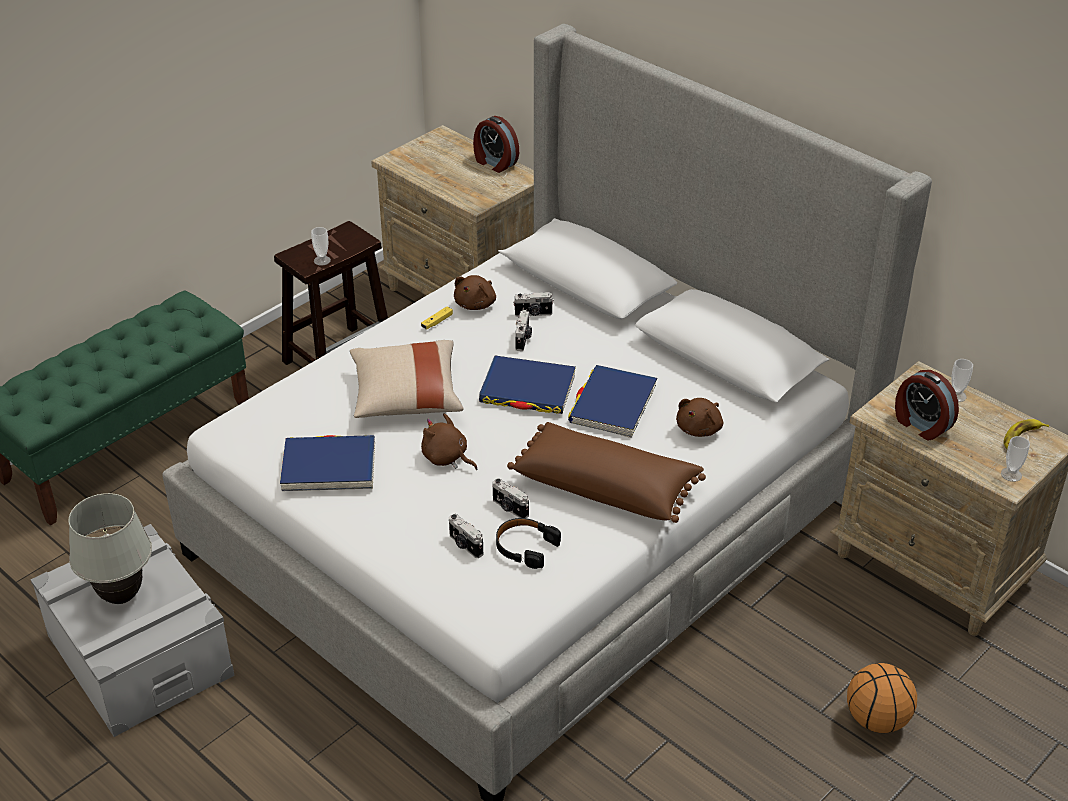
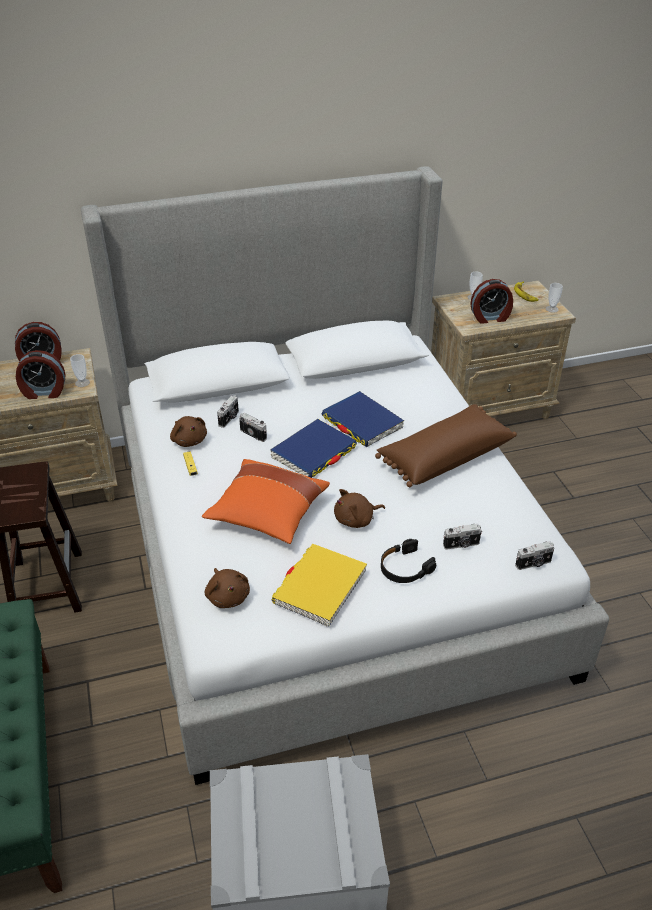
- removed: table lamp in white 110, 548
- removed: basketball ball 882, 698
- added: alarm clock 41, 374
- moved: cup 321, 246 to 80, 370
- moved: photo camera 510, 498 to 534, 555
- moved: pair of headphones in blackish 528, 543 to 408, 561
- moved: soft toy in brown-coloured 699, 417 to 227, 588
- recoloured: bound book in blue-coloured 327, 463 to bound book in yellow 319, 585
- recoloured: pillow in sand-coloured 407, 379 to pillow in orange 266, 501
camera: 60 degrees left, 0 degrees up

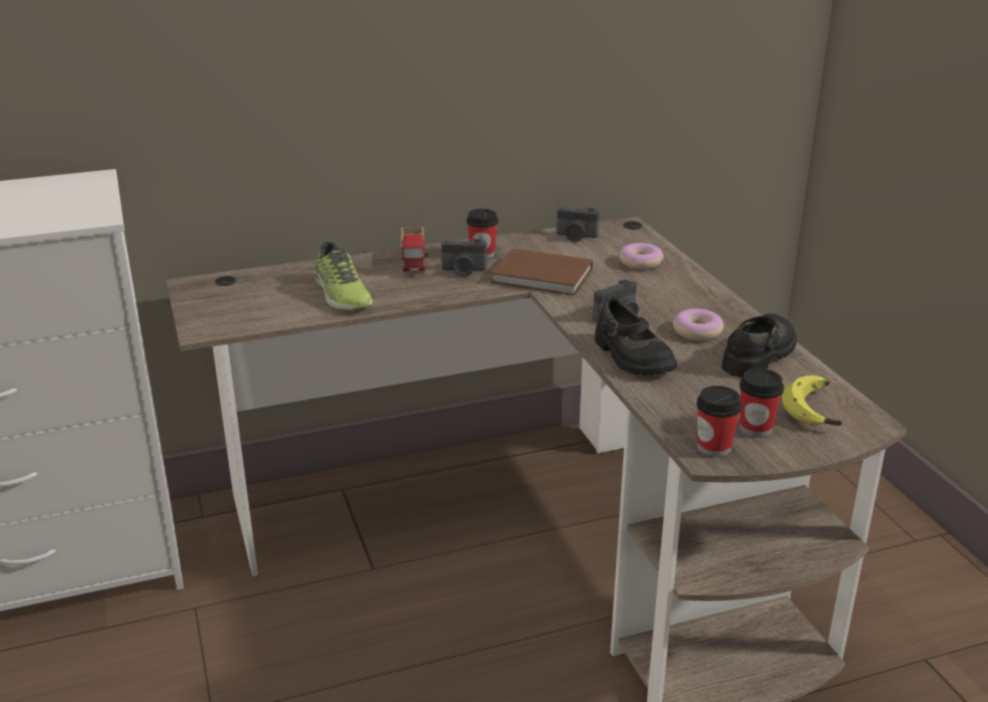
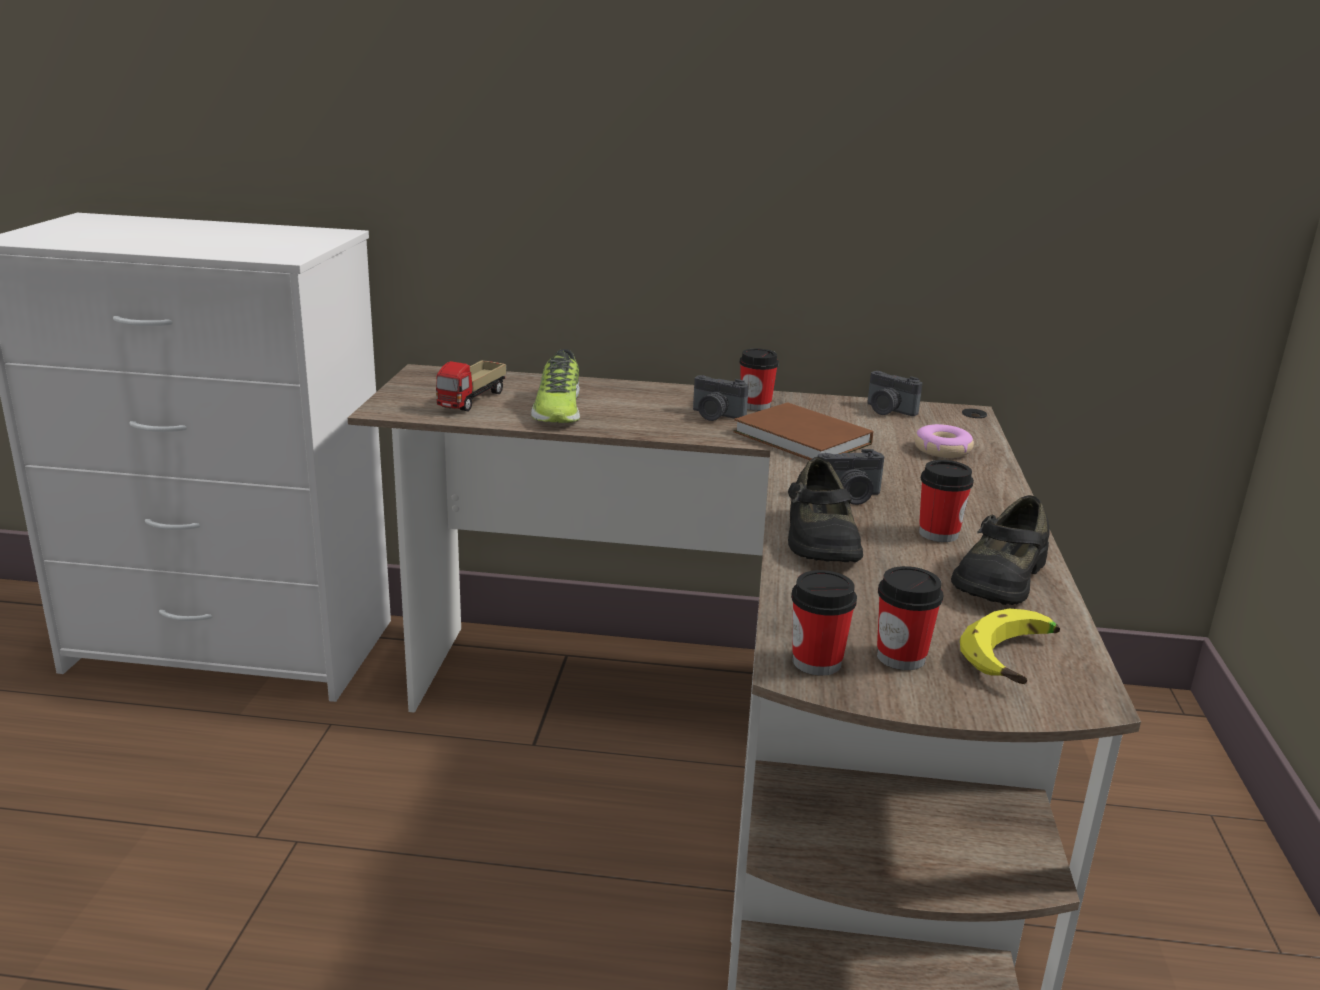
- moved: toy lorry 414, 249 to 471, 386
- replaced: ring doughnut 698, 325 to cup 946, 501
- turned: shoe in blackish 759, 346 = 1000, 550 150 degrees clockwise
camera: 25 degrees right, 5 degrees down

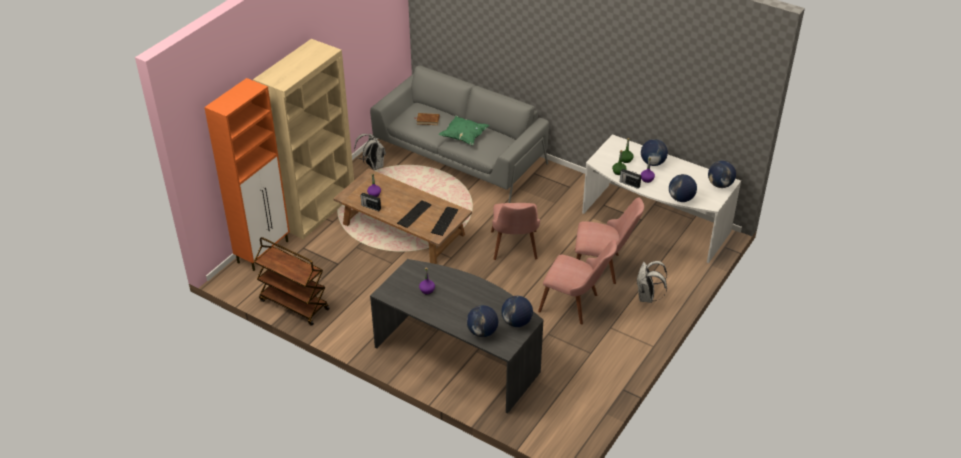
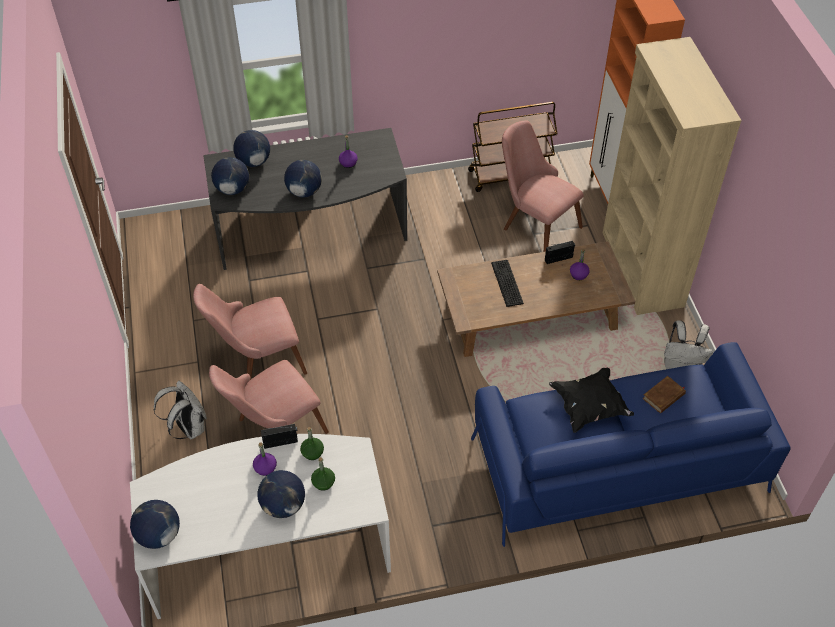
- removed: keyboard 444, 221
- moved: chair in pink 515, 231 to 543, 186
- moved: desk globe 683, 188 to 303, 178
- recoloured: sofa in gray 459, 134 to sofa in blue-coloured 631, 444
- recoloured: pillow in green-coloured 464, 131 to pillow in blackish 591, 400
camera: 135 degrees right, 10 degrees up

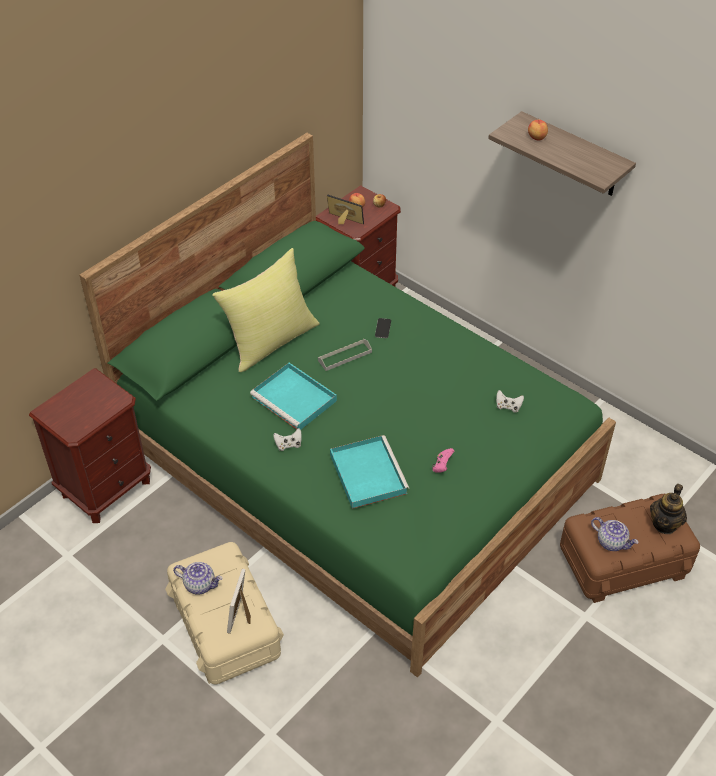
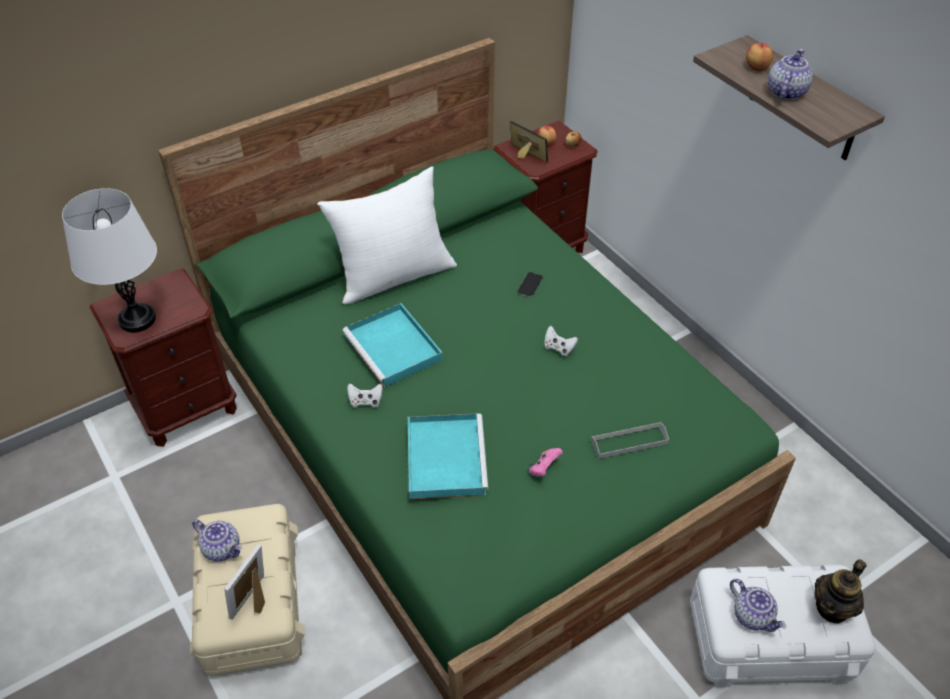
- added: table lamp in white 109, 260
- added: tea pot 790, 74
- moved: serving tray in gray 345, 355 to 630, 440
- moved: game controller in white 510, 401 to 561, 341
- recoloured: pillow in yellow 266, 310 to pillow in white 387, 235
- recoloured: storage container in brown-coloured 630, 548 to storage container in white 783, 626
camera: 15 degrees right, 0 degrees up

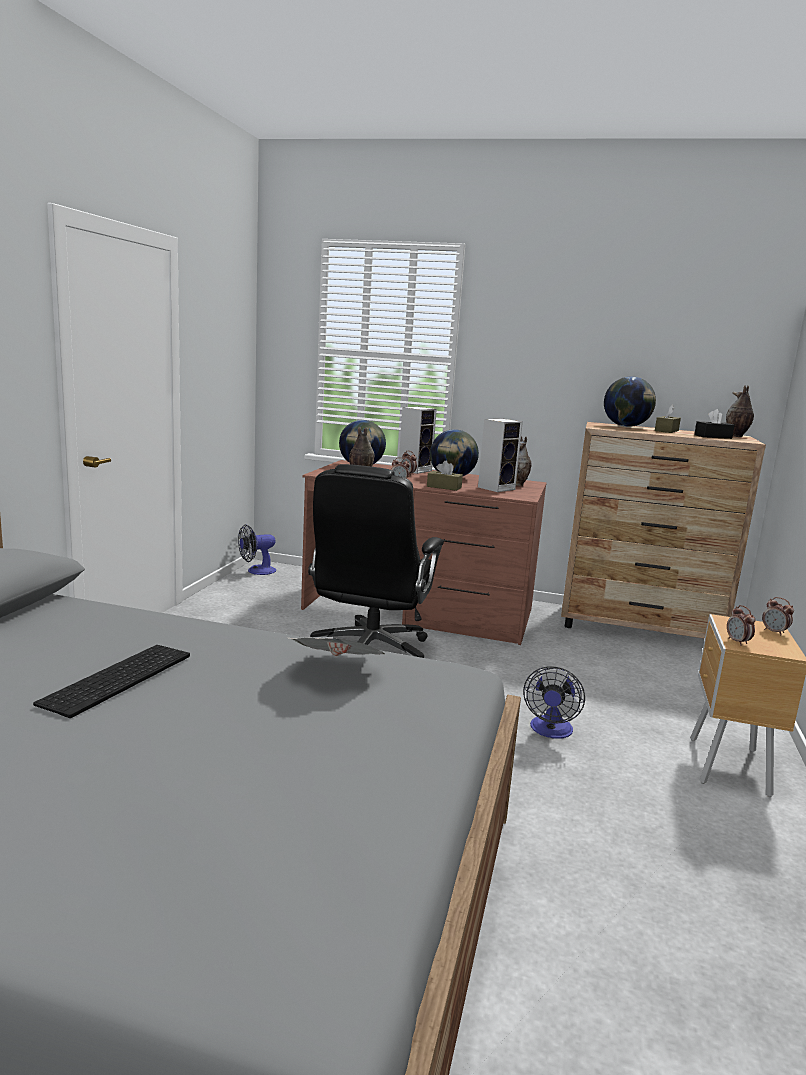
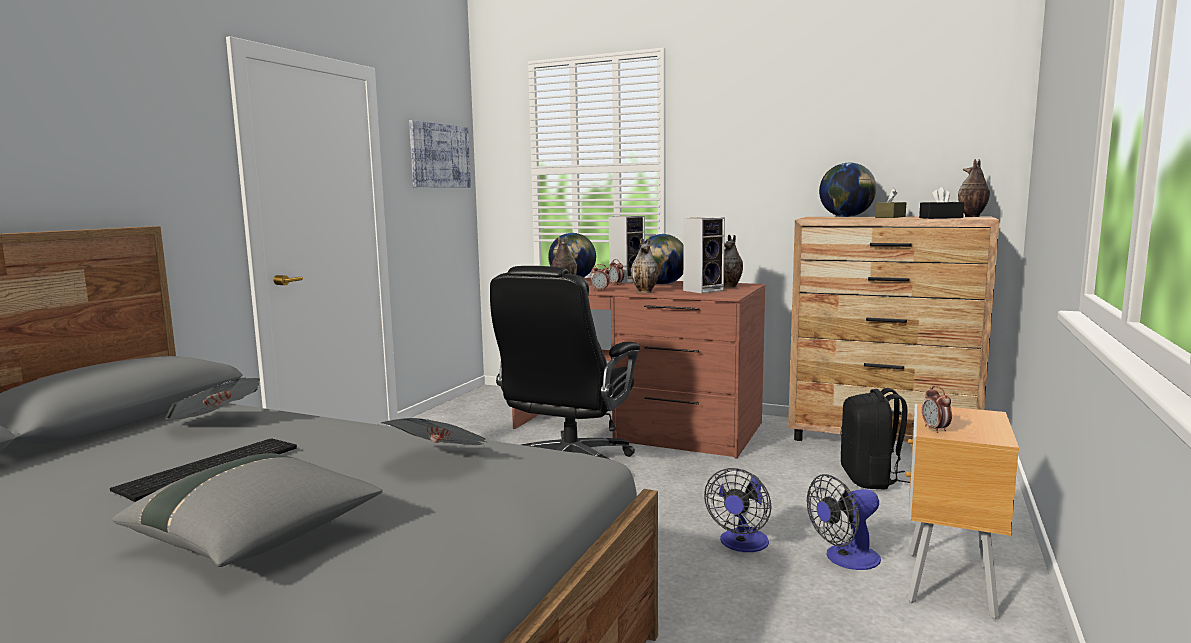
- removed: alarm clock 778, 616
- added: pillow in gray 247, 510
- added: newspaper 213, 399
- added: wall picture 440, 153
- added: backpack in blackish 875, 439
- moved: fan 257, 549 to 844, 522
- replaced: tissue holder in brown-coloured 445, 476 to decorative vase 645, 265
camera: 10 degrees right, 5 degrees down

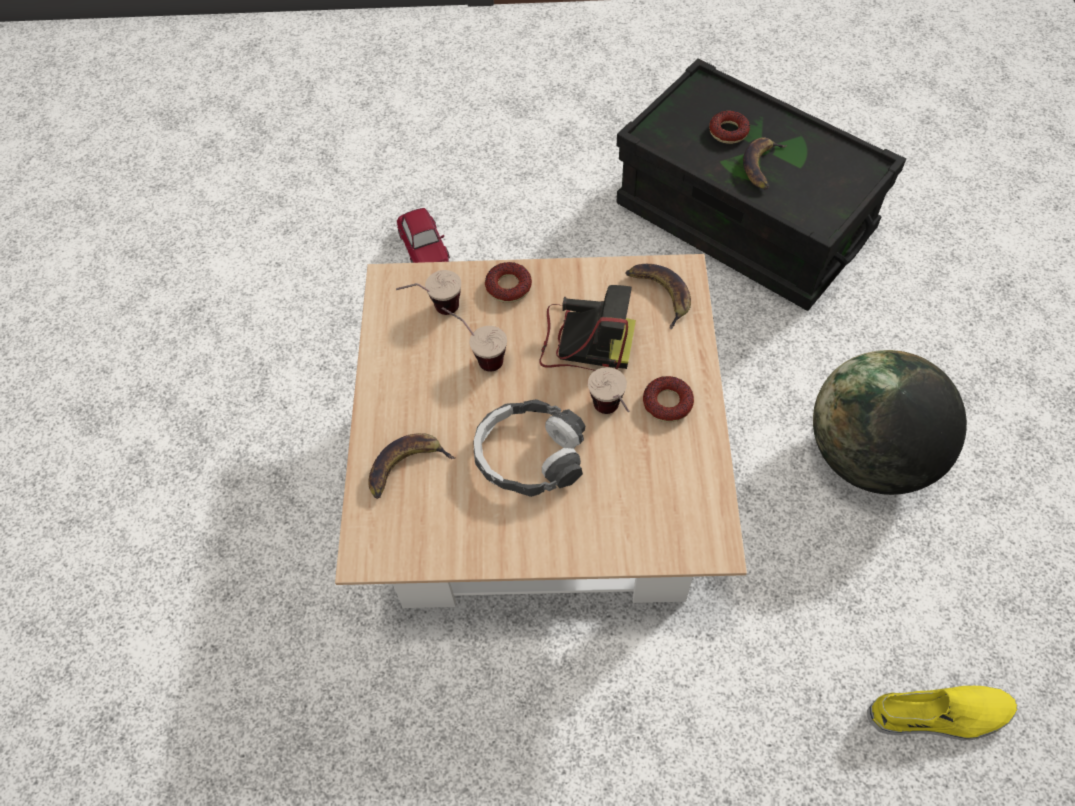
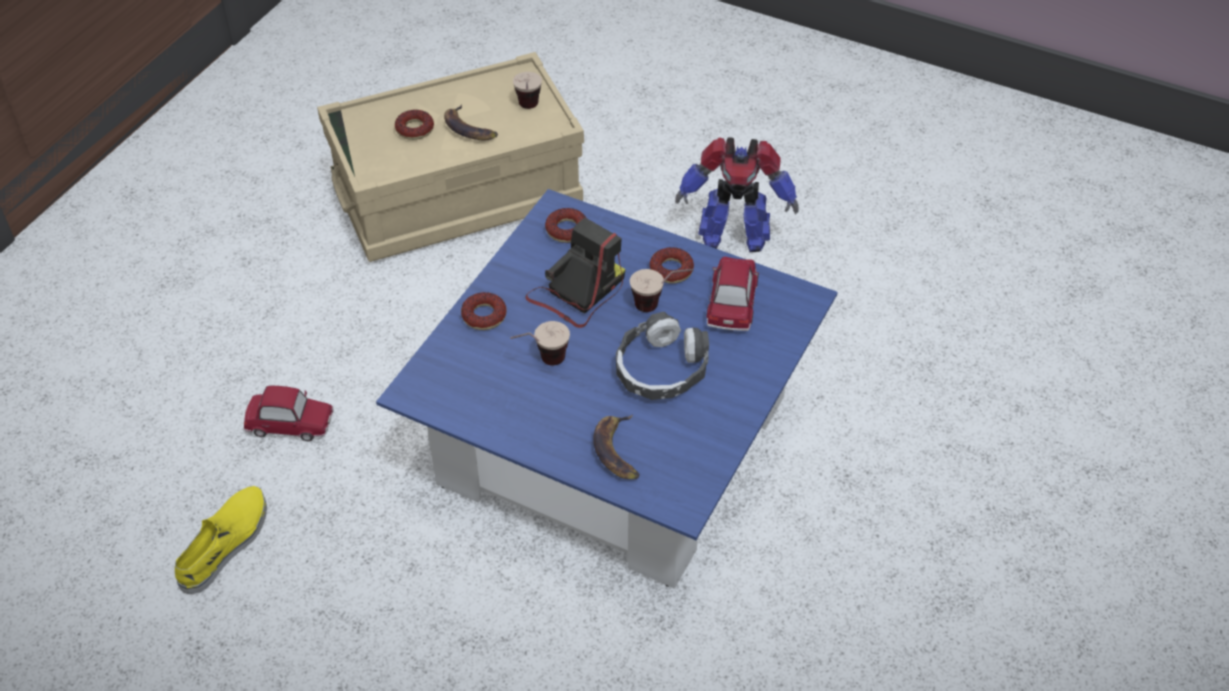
- added: miniature car 732, 294
- moved: cup 428, 292 to 527, 90
- moved: shoe in yellow 942, 713 to 221, 540
- replaced: banana fruit 658, 296 to ring doughnut 565, 225
- replaced: desk globe 890, 422 to model robot 737, 194
- recoloured: coffee table in sand-coloured 541, 431 to coffee table in blue-coloured 607, 389
- recoloured: storage container in blackish 761, 184 to storage container in sand-coloured 450, 157
camera: 65 degrees left, 10 degrees down

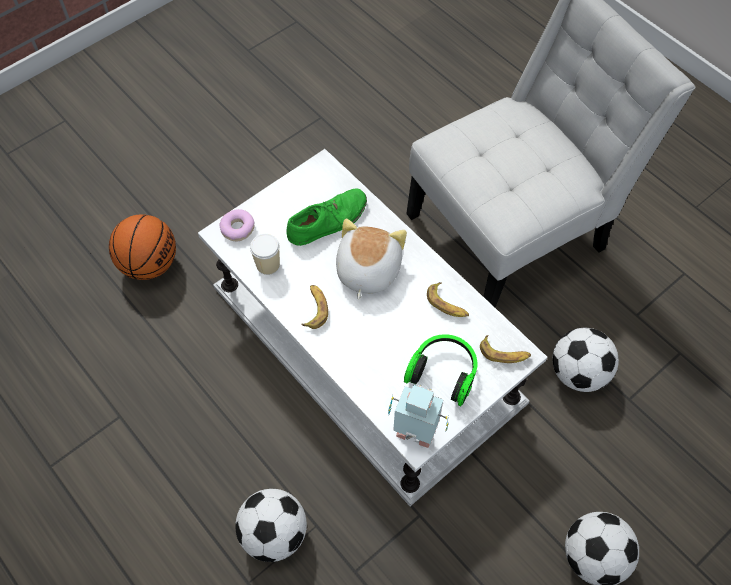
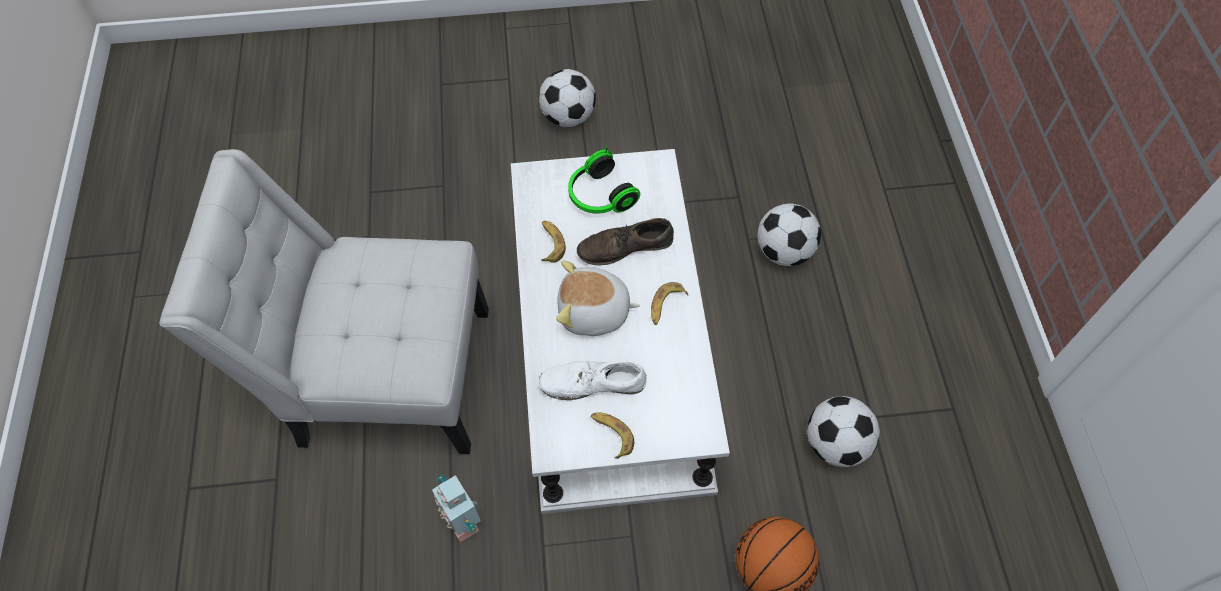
- removed: ring doughnut 237, 225
- removed: cup 265, 254
- added: shoe in brown-coloured 625, 242
- moved: model robot 418, 416 to 456, 508
- moved: banana fruit 505, 349 to 612, 435
- moved: ball for football 585, 360 to 843, 431
- recoloured: shoe in green-coloured 326, 217 to shoe in white 592, 380
- turned: soft toy 371, 259 = 598, 298 45 degrees clockwise
camera: 145 degrees left, 0 degrees up

